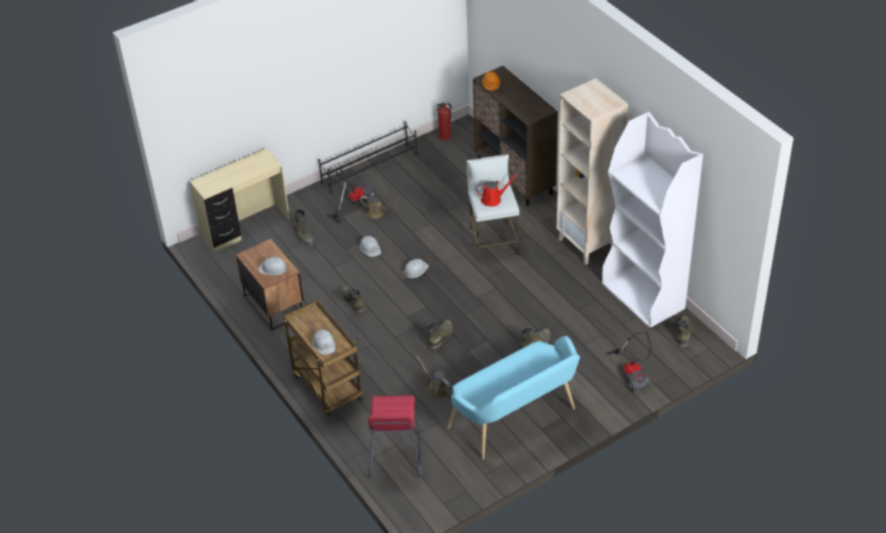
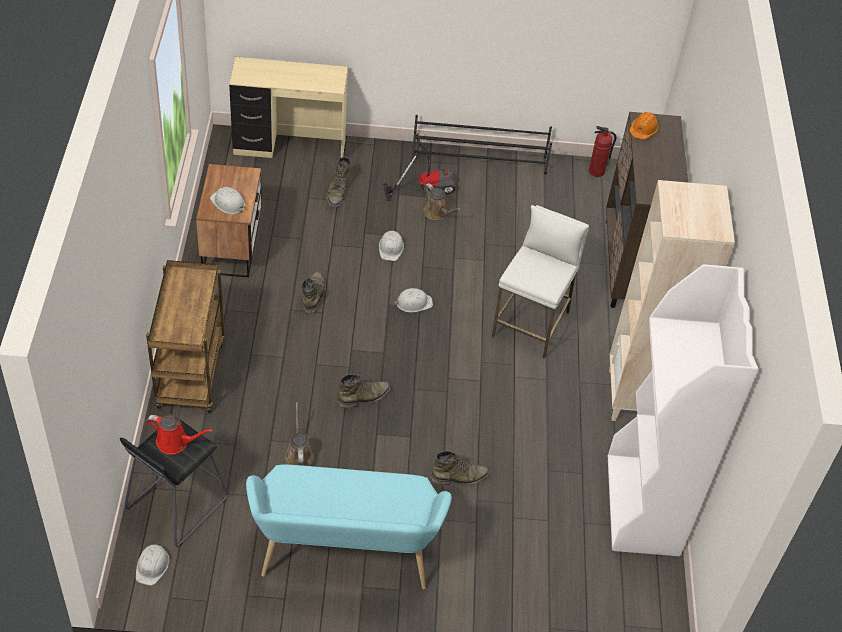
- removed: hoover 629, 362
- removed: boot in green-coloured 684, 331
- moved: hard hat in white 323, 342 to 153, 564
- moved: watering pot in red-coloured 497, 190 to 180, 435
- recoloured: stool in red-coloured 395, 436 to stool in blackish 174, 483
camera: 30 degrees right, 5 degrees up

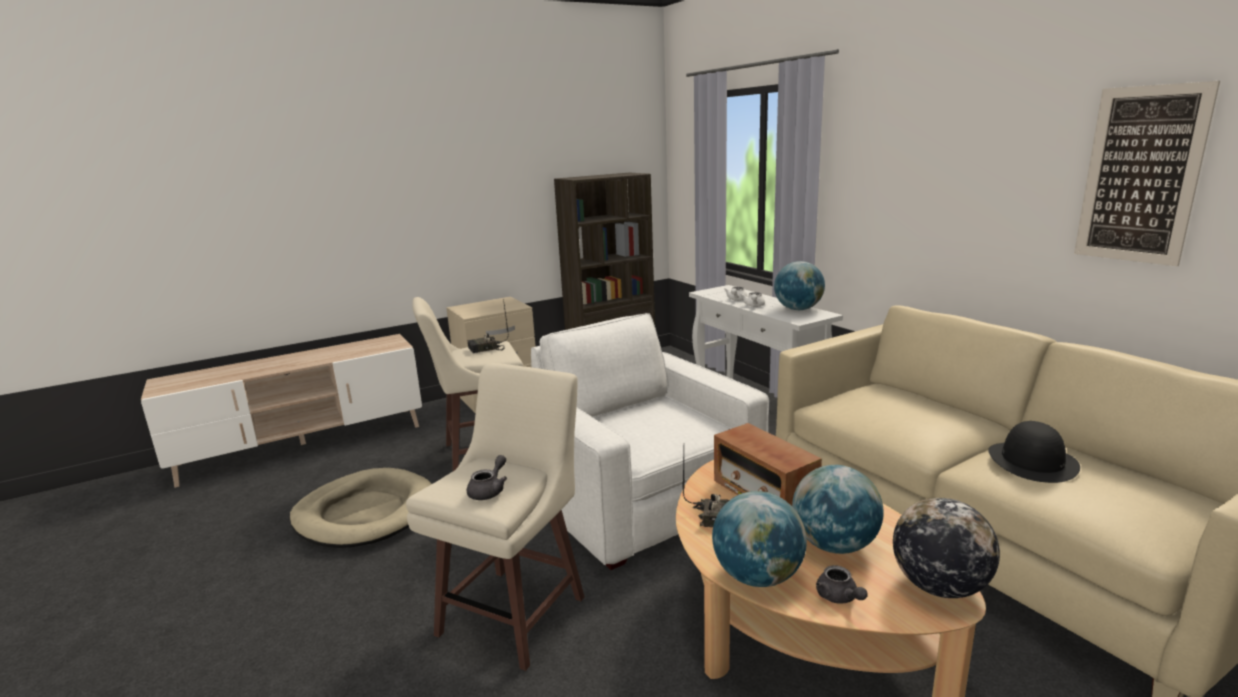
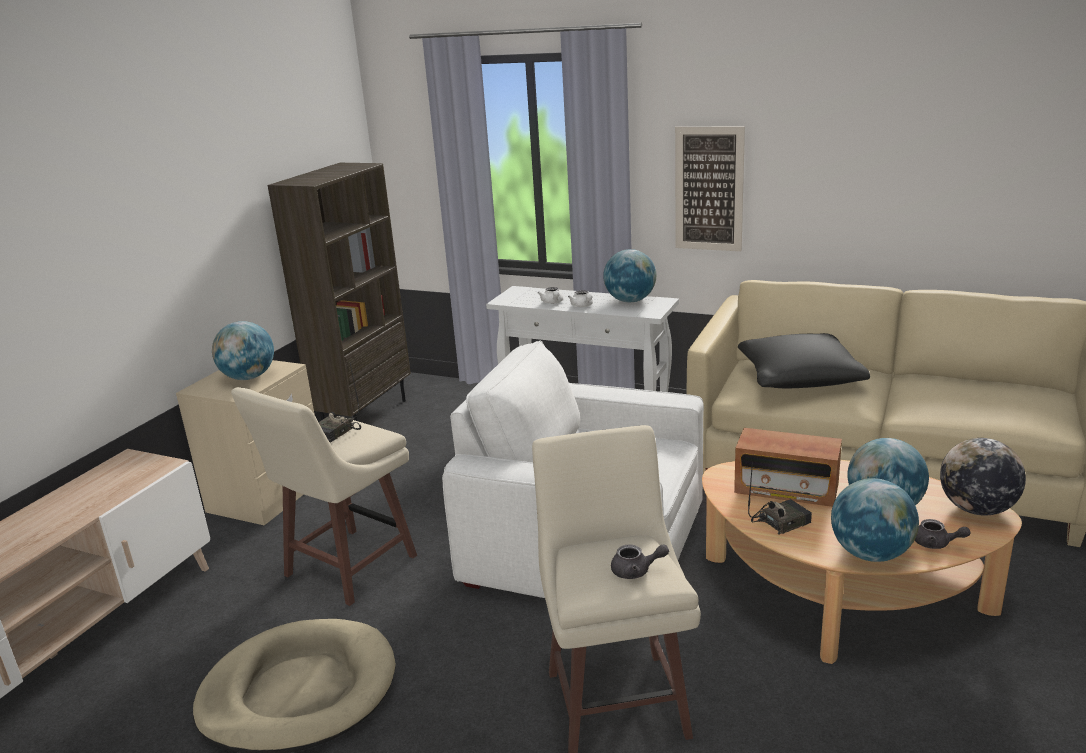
- removed: hat in blackish 1034, 452
- added: desk globe 243, 350
- added: pillow in blackish 804, 360
- moved: wall picture 1147, 173 to 710, 189
- turned: tea pot in gray 487, 477 = 640, 561 105 degrees clockwise
camera: 35 degrees left, 5 degrees up

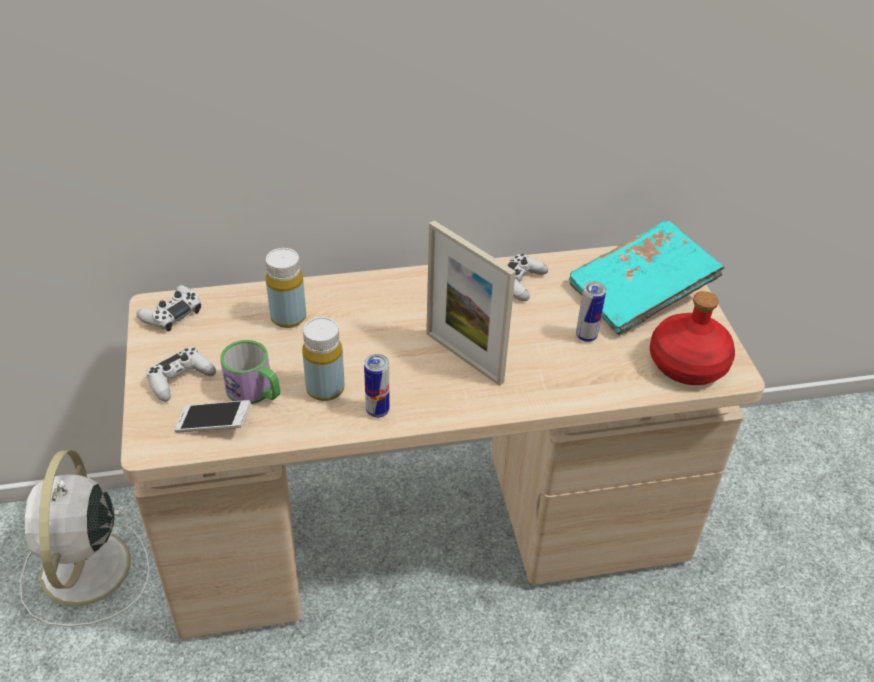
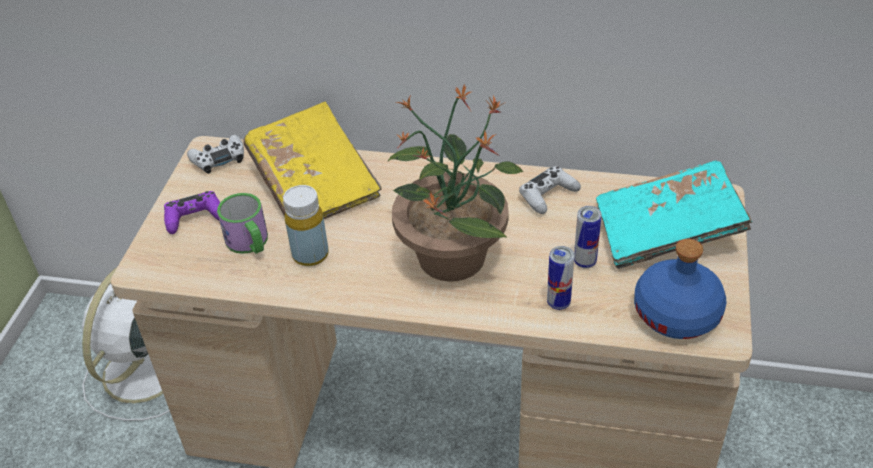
- removed: telephone 212, 416
- moved: can 377, 386 to 560, 278
- replaced: bottle in yellow 286, 288 to bound book in yellow 312, 160
- replaced: photo frame 471, 303 to plant in a pot 455, 182
- recoloured: game controller in white 181, 374 to game controller in purplish 192, 212
- recoloured: bottle in red-coloured 692, 338 to bottle in blue-coloured 680, 289
camera: 25 degrees right, 0 degrees up

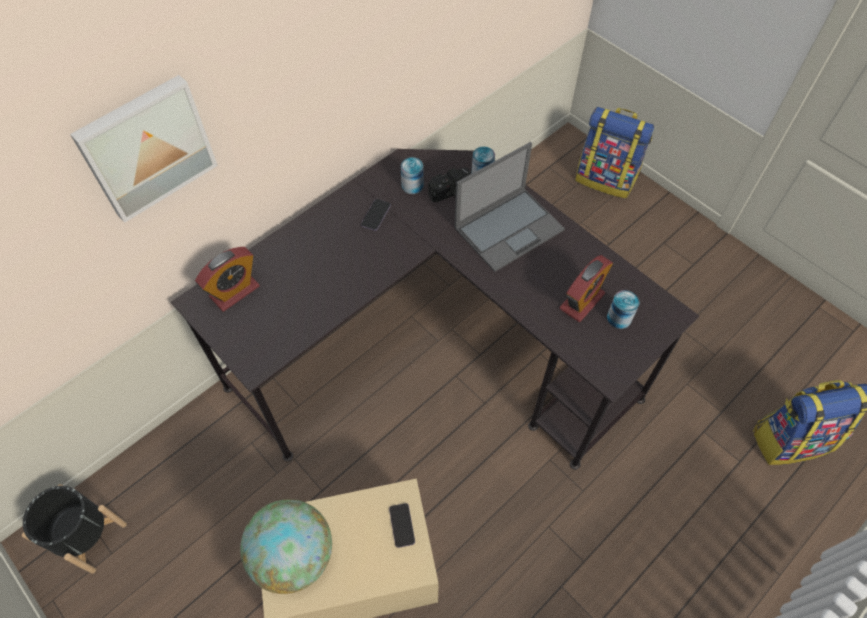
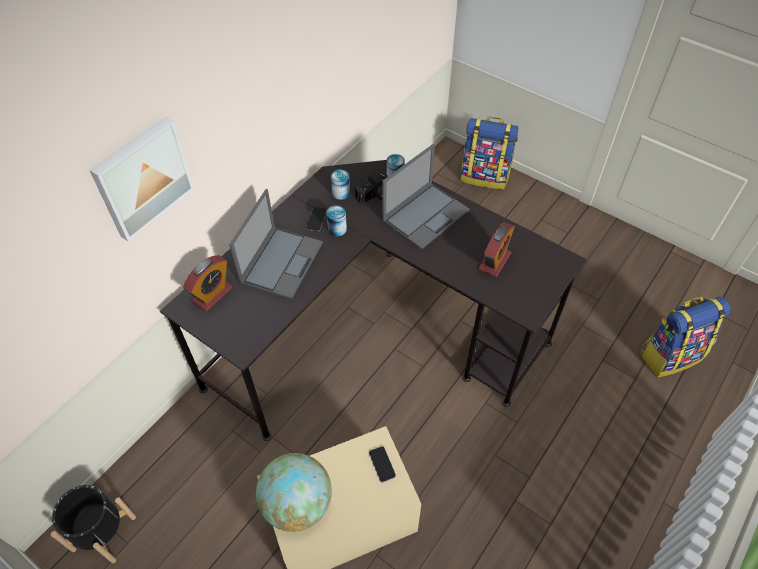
- added: portable computer 276, 244
- moved: can 623, 309 to 337, 220
camera: 10 degrees left, 5 degrees down

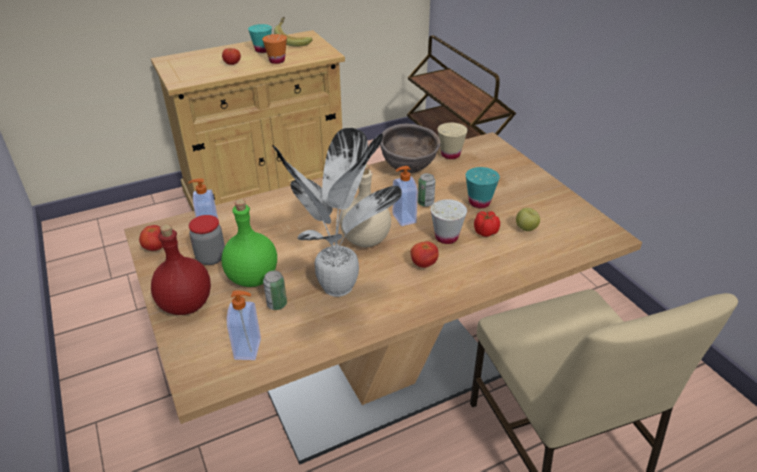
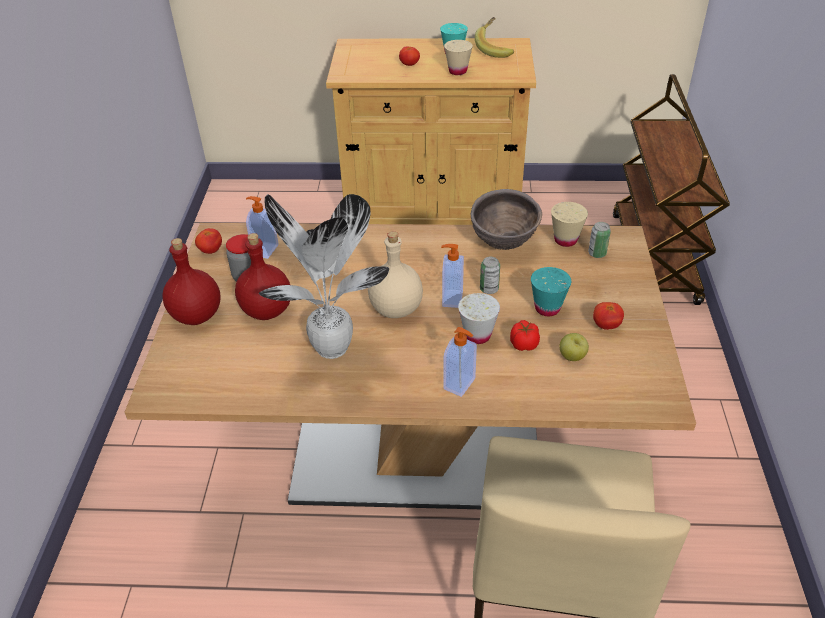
- moved: soap bottle 244, 325 to 460, 362
- moved: can 275, 290 to 599, 240
- moved: whole tomato 425, 254 to 608, 316
- recoloured: bottle in green-coloured 249, 243 to bottle in red-coloured 262, 276
- recoloured: cup in orange 274, 49 to cup in sand-coloured 458, 57
camera: 30 degrees right, 5 degrees up

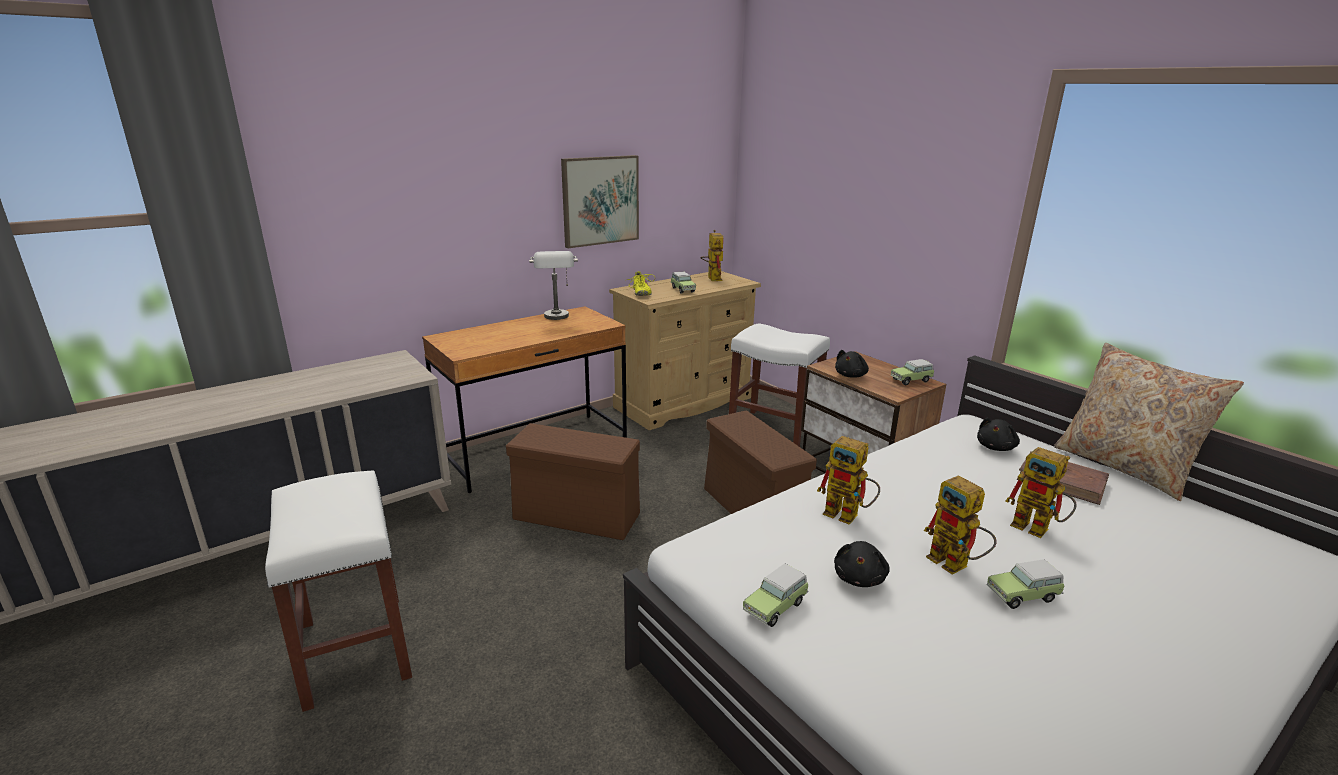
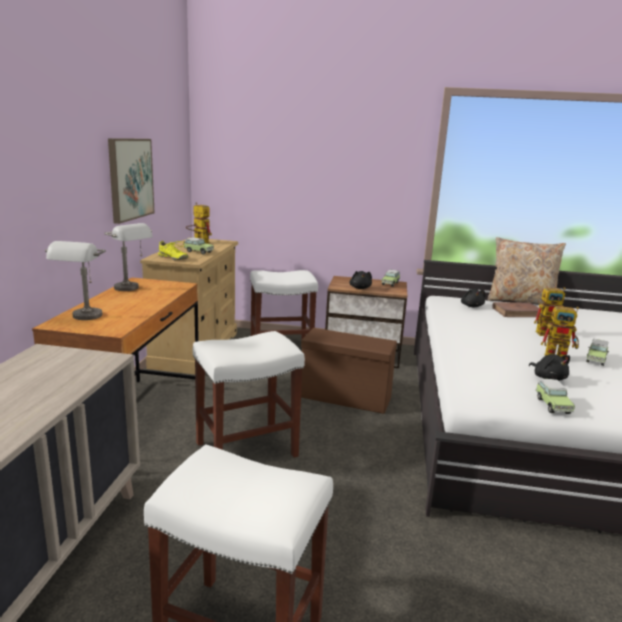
- removed: model robot 848, 480
- added: table lamp in gray 75, 280
- replaced: storage container in brown-coloured 573, 481 to stool in white 249, 394
camera: 45 degrees left, 5 degrees down

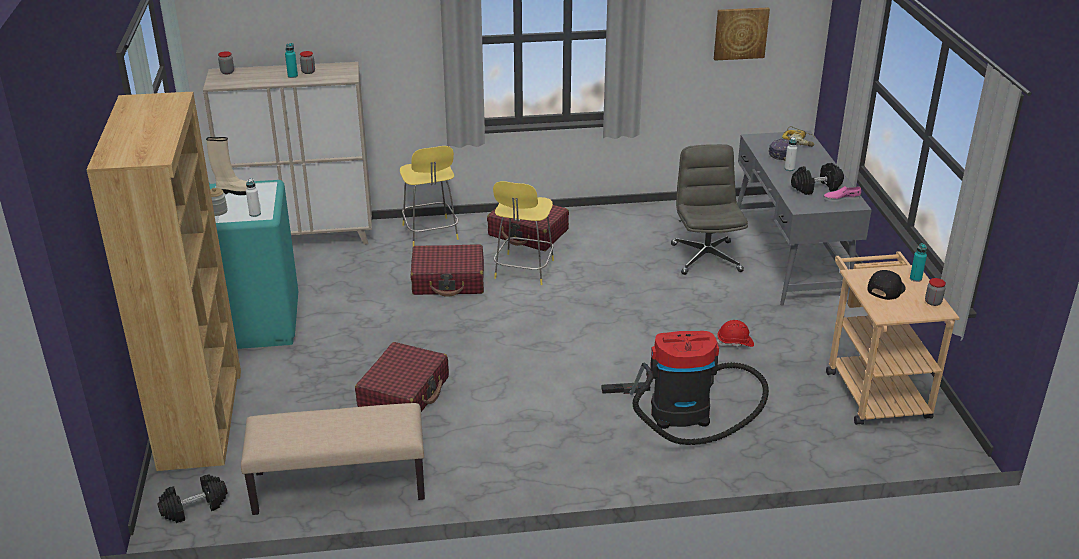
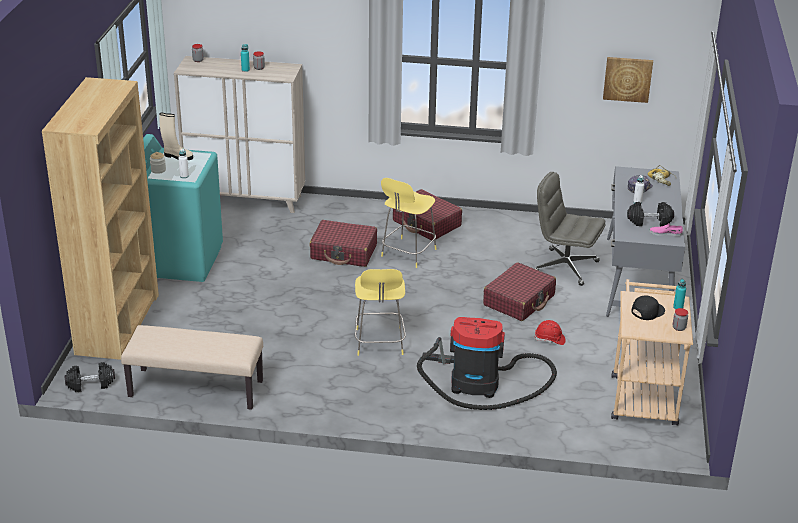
- moved: travel case in red-coloured 402, 377 to 519, 291
- moved: stool in yellow 429, 196 to 380, 312
- turned: office chair in gray 709, 209 = 569, 229 75 degrees counterclockwise
camera: 15 degrees right, 0 degrees up

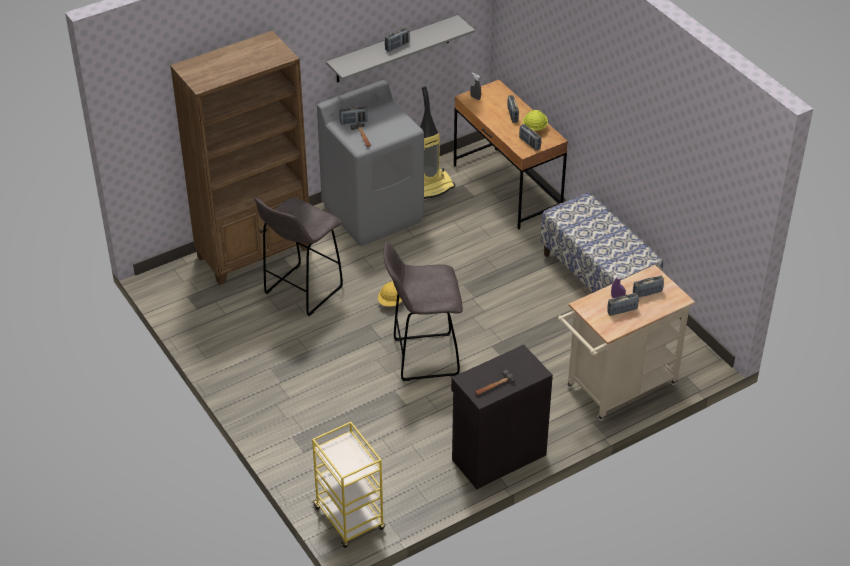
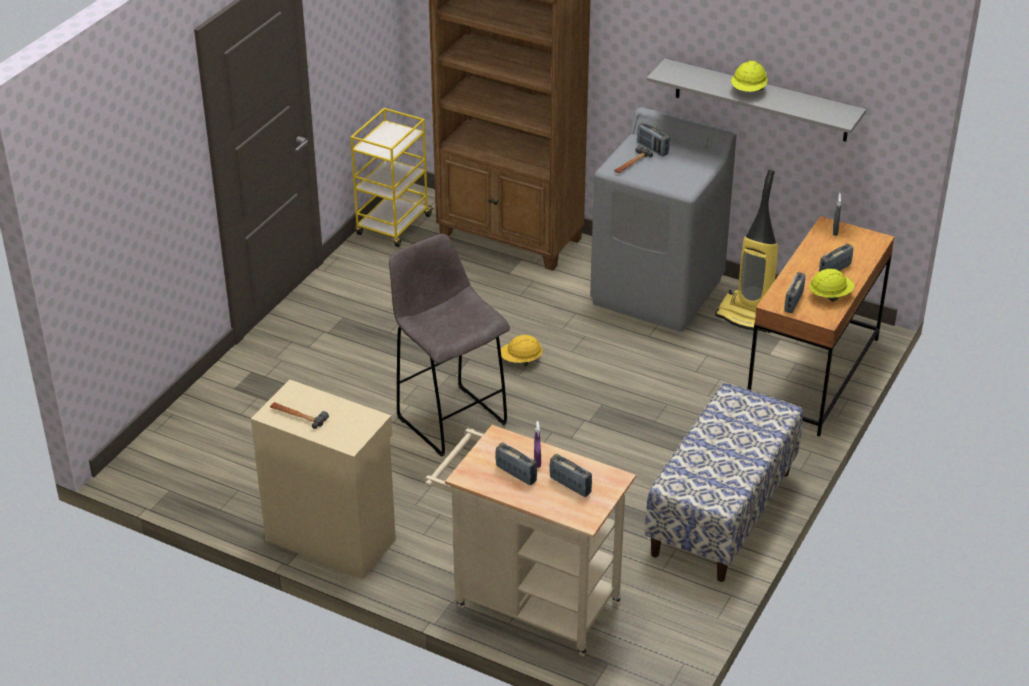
- removed: stool in gray 298, 257
- moved: wheeled cart in yellow 348, 485 to 392, 177
- replaced: radio 397, 40 to hard hat in yellow 749, 76
- recoloured: storage cabinet in blackish 502, 417 to storage cabinet in sand-coloured 323, 479
camera: 60 degrees right, 5 degrees down

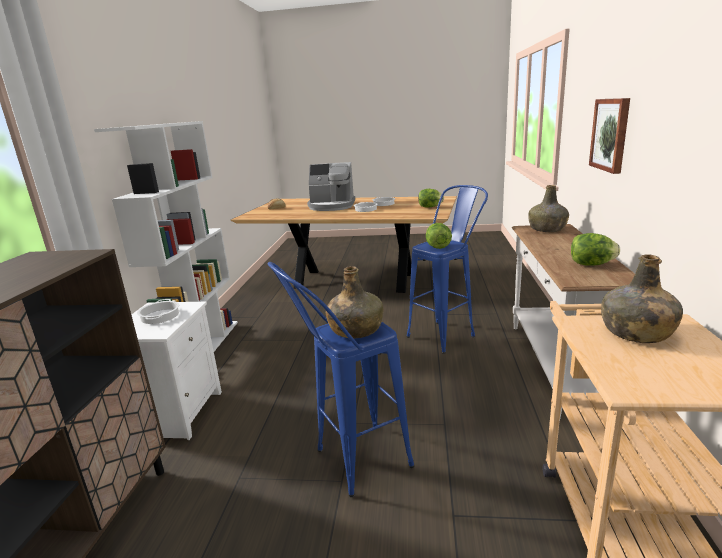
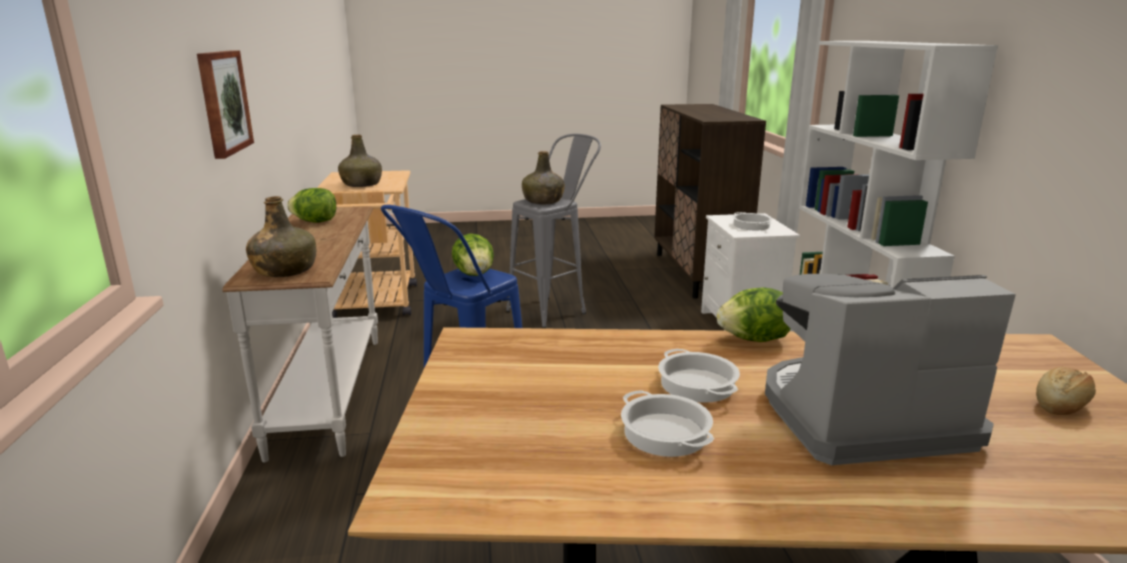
- moved: head of lettuce 431, 198 to 754, 314
- recoloured: stool in blue-coloured 341, 379 to stool in gray 553, 231
camera: 165 degrees right, 0 degrees up

